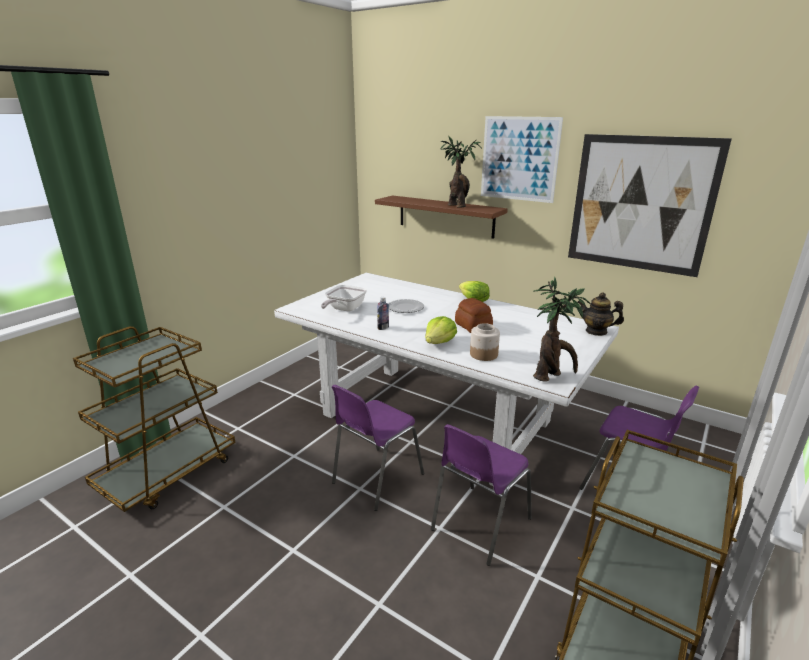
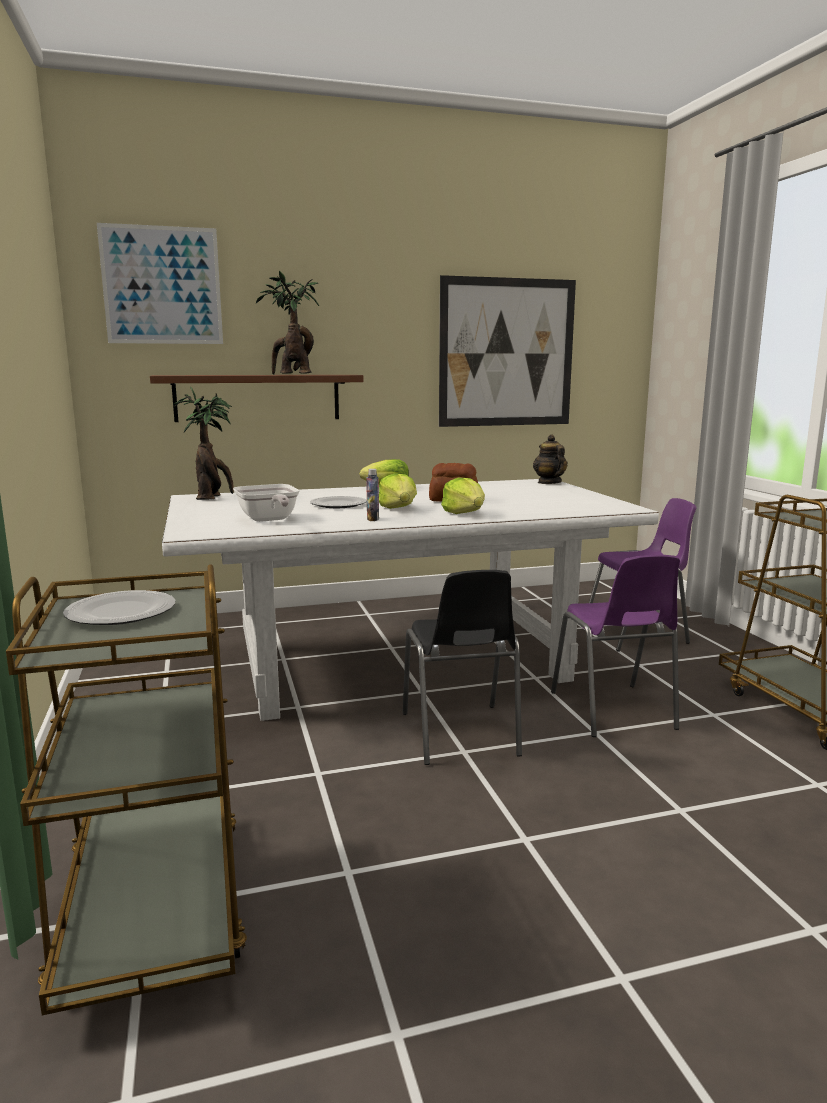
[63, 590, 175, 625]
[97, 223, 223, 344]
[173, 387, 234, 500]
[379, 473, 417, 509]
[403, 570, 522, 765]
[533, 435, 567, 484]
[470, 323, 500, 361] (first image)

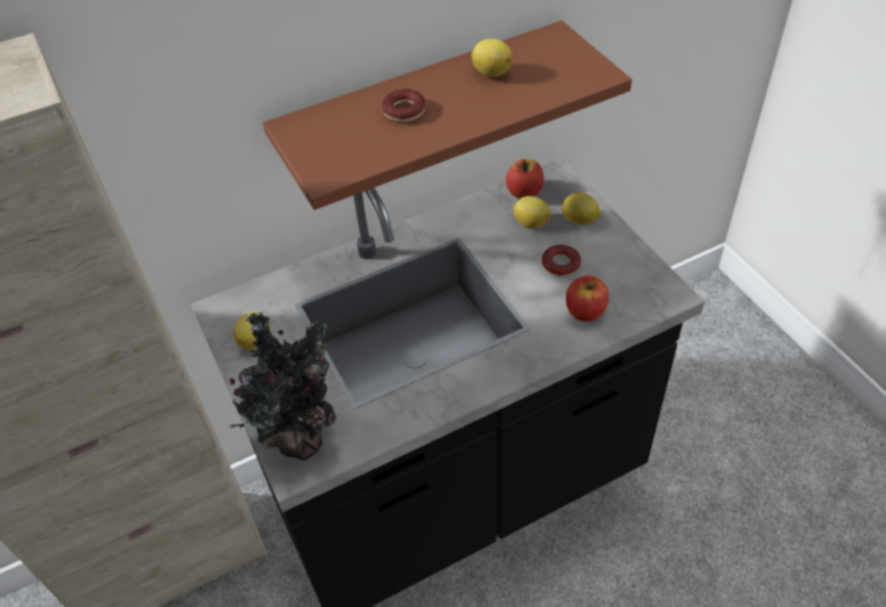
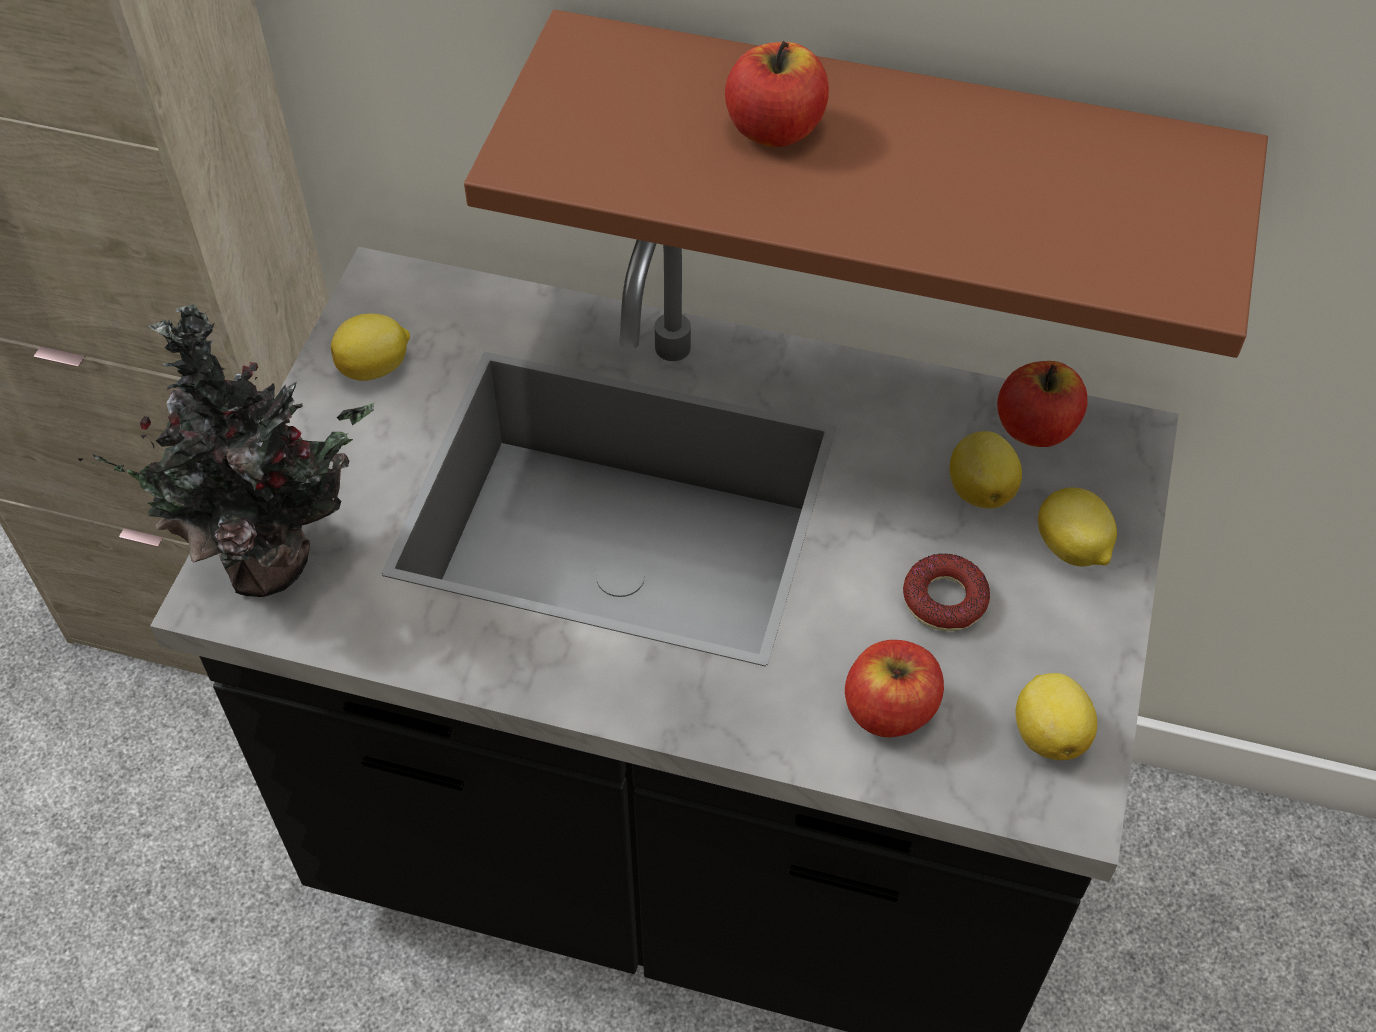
[725, 41, 829, 147]
[1016, 673, 1097, 760]

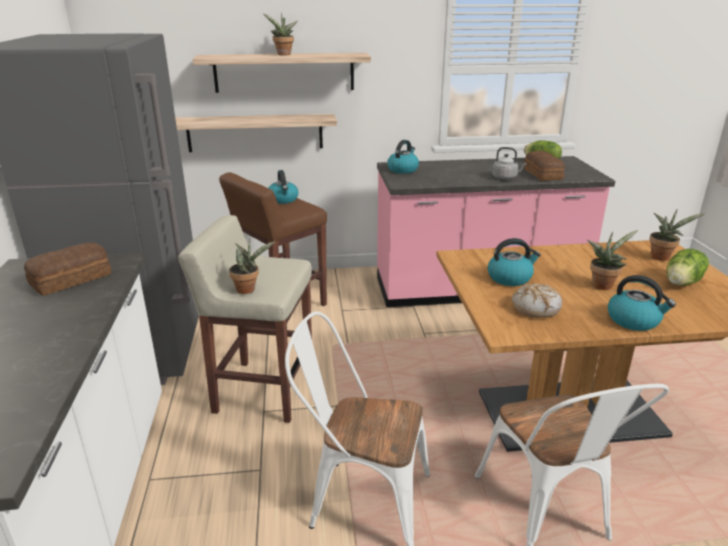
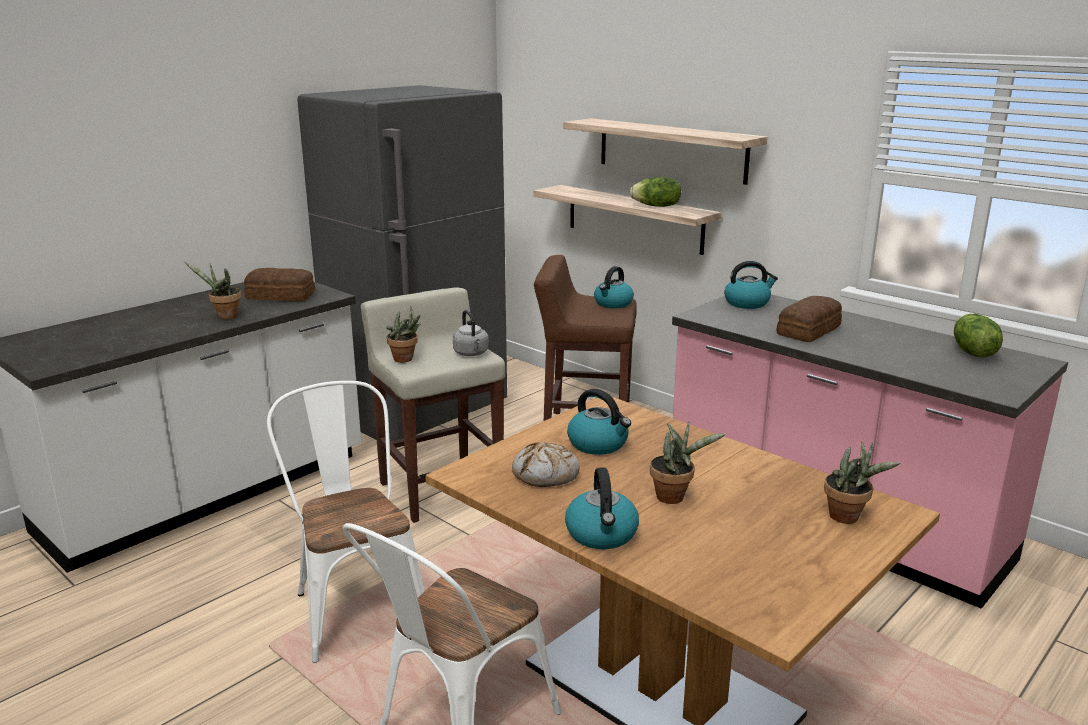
[185, 262, 241, 319]
[453, 310, 489, 356]
[630, 177, 681, 207]
[777, 296, 842, 342]

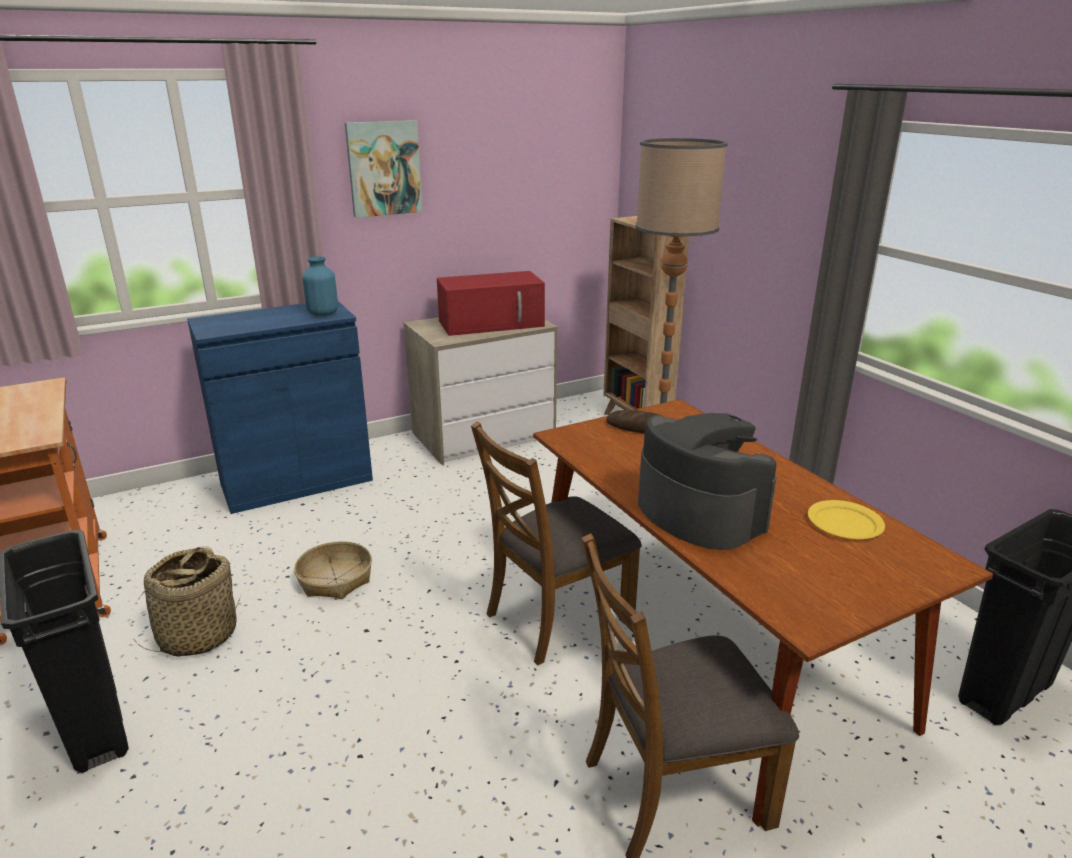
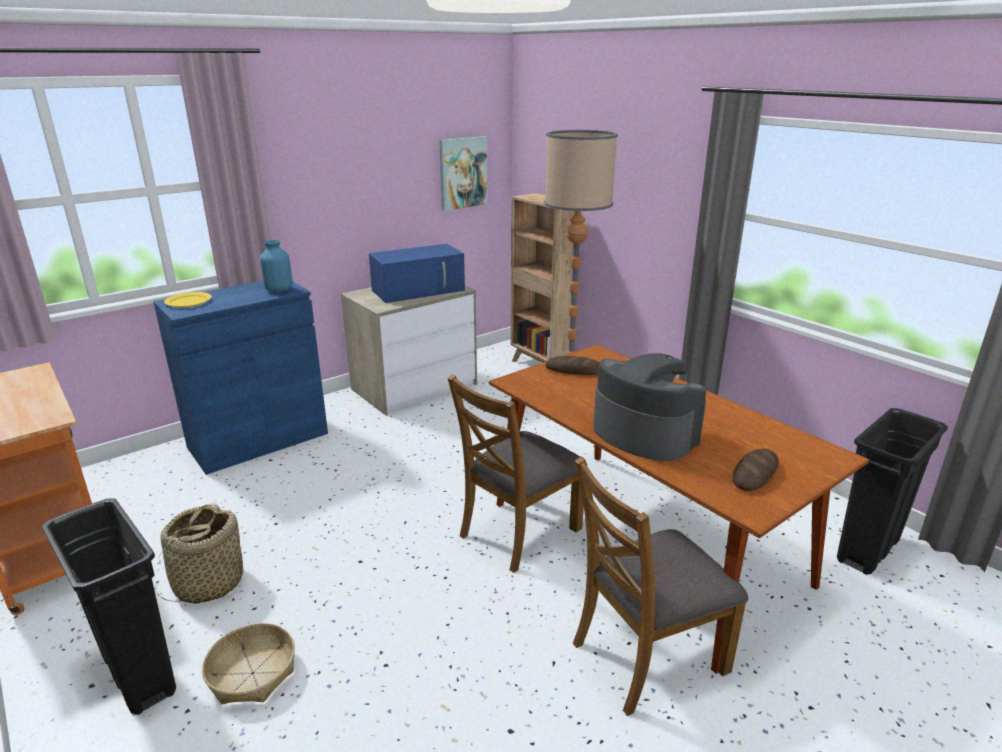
[164, 292, 212, 308]
[202, 623, 295, 704]
[369, 244, 465, 303]
[439, 136, 488, 211]
[733, 449, 779, 491]

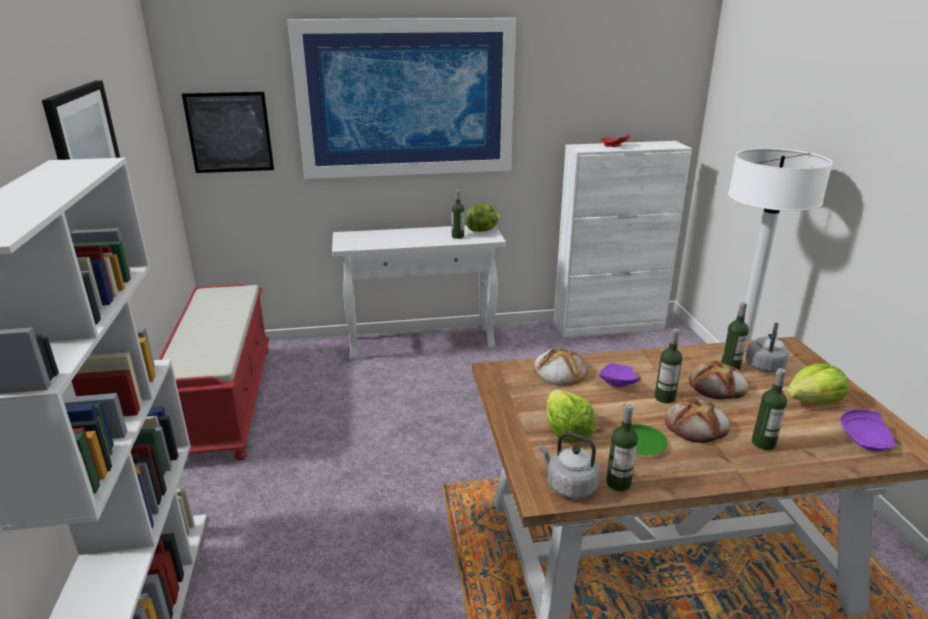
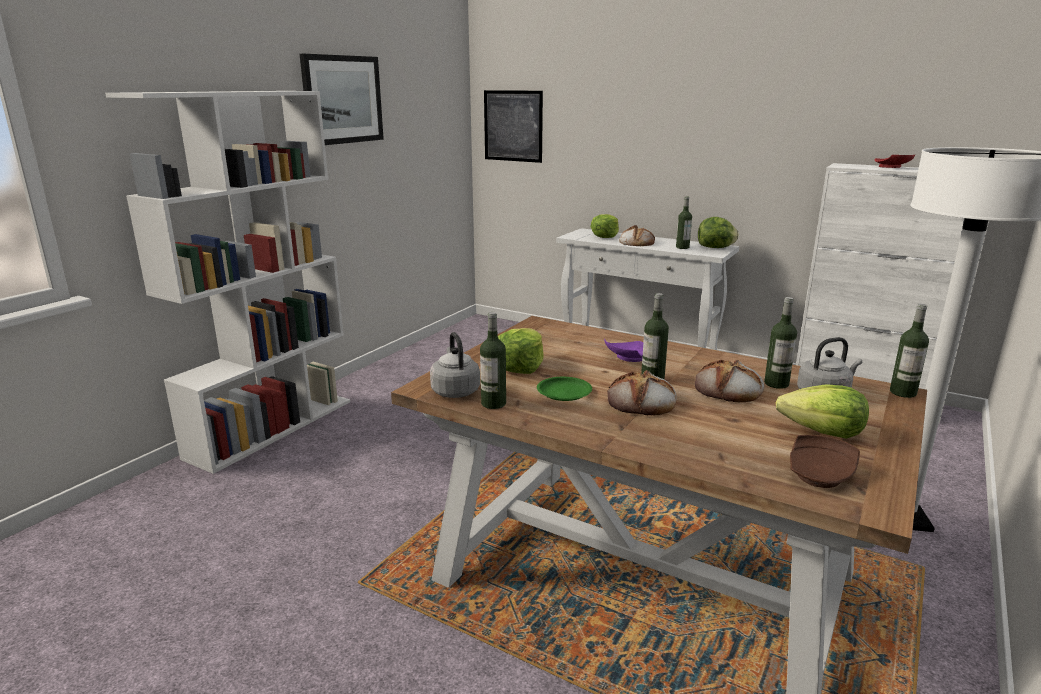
[590, 214, 619, 238]
[619, 225, 655, 246]
[790, 435, 860, 488]
[890, 304, 929, 398]
[159, 285, 269, 460] (first image)
[287, 18, 516, 179] (first image)

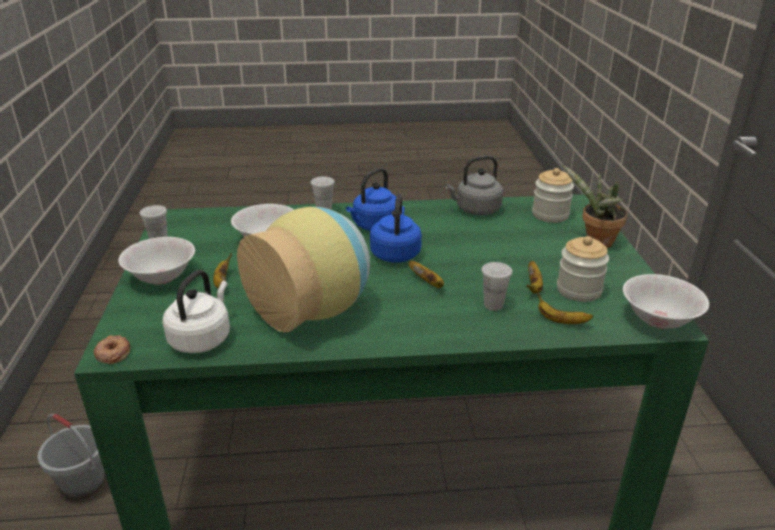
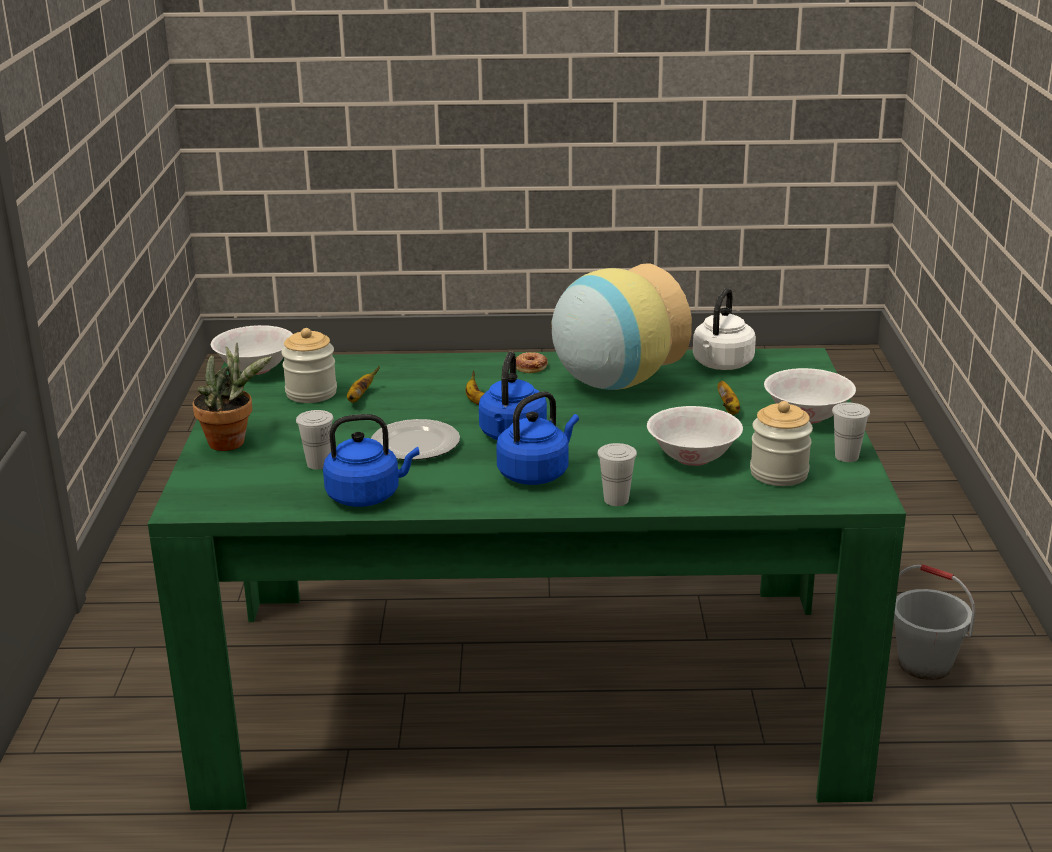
[296, 410, 334, 470]
[323, 414, 419, 507]
[371, 419, 460, 460]
[516, 352, 548, 373]
[750, 401, 813, 486]
[537, 292, 593, 324] (first image)

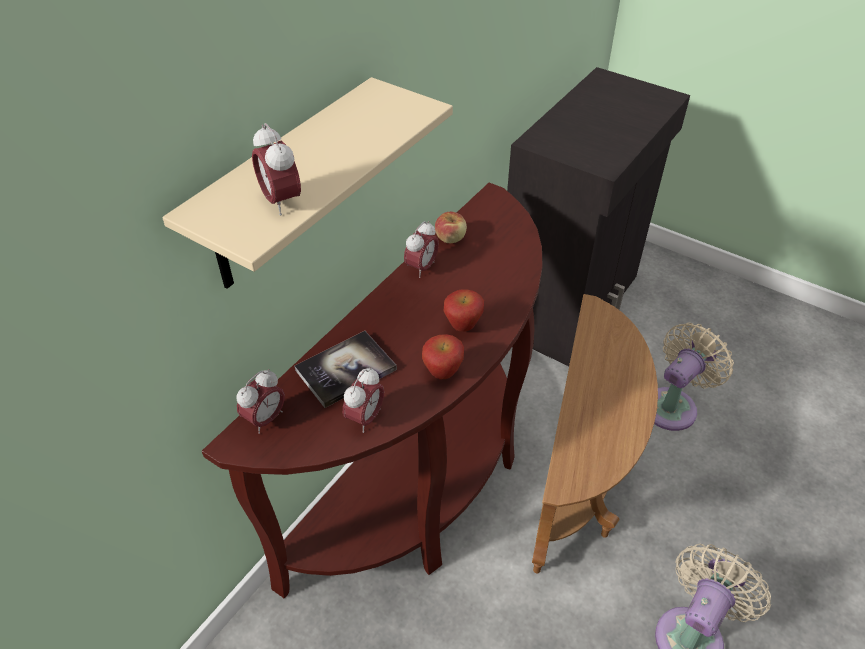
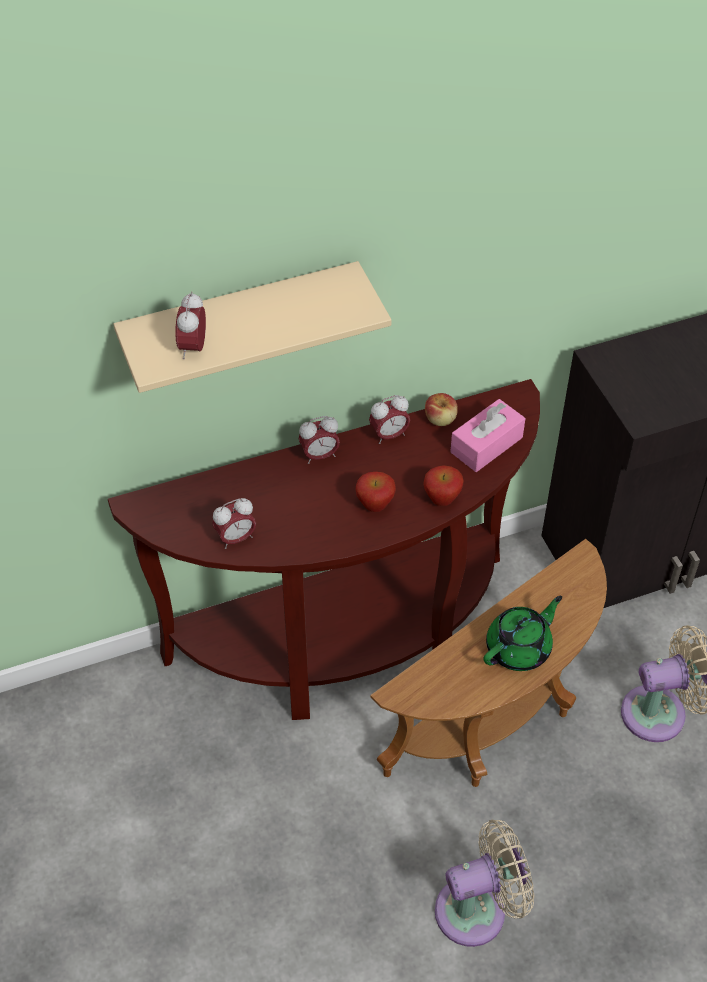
[299, 416, 340, 464]
[423, 465, 464, 506]
[450, 399, 525, 472]
[484, 596, 562, 671]
[295, 331, 397, 408] (first image)

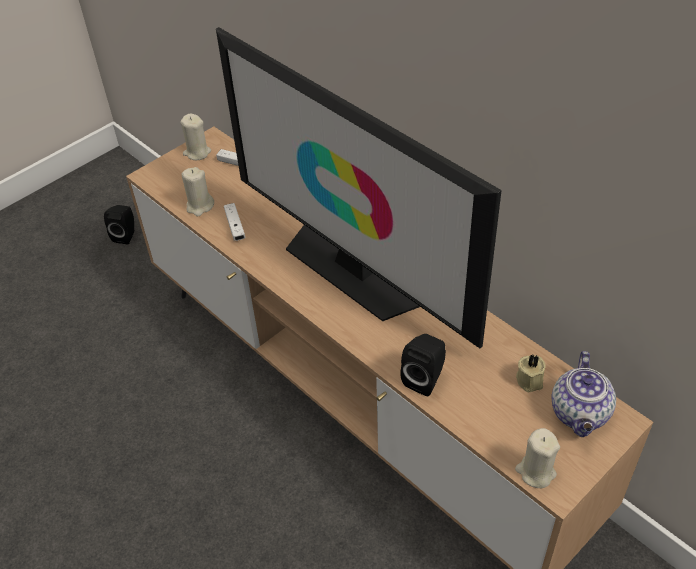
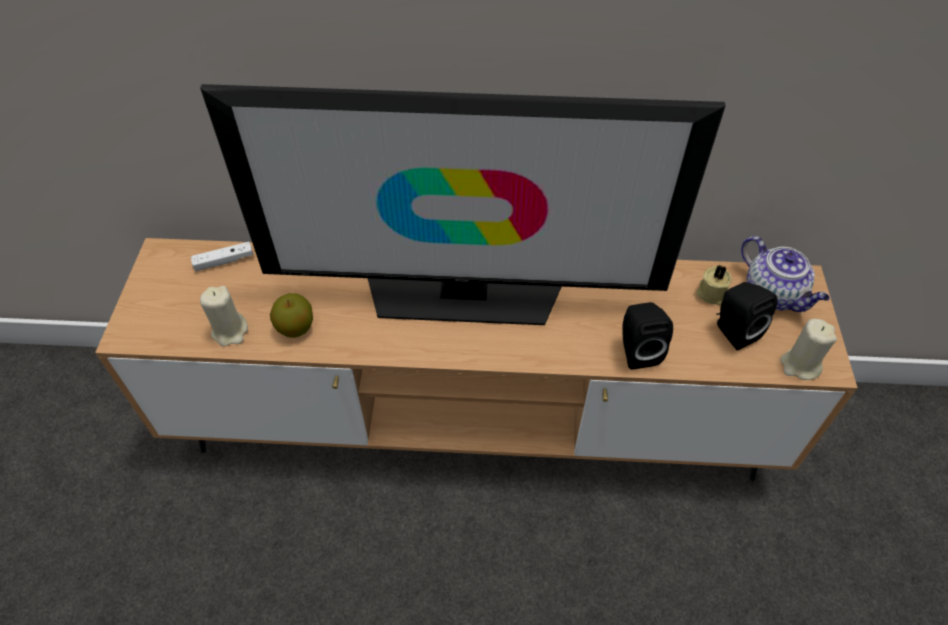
[270, 293, 313, 338]
[716, 282, 778, 351]
[181, 114, 211, 160] (first image)

